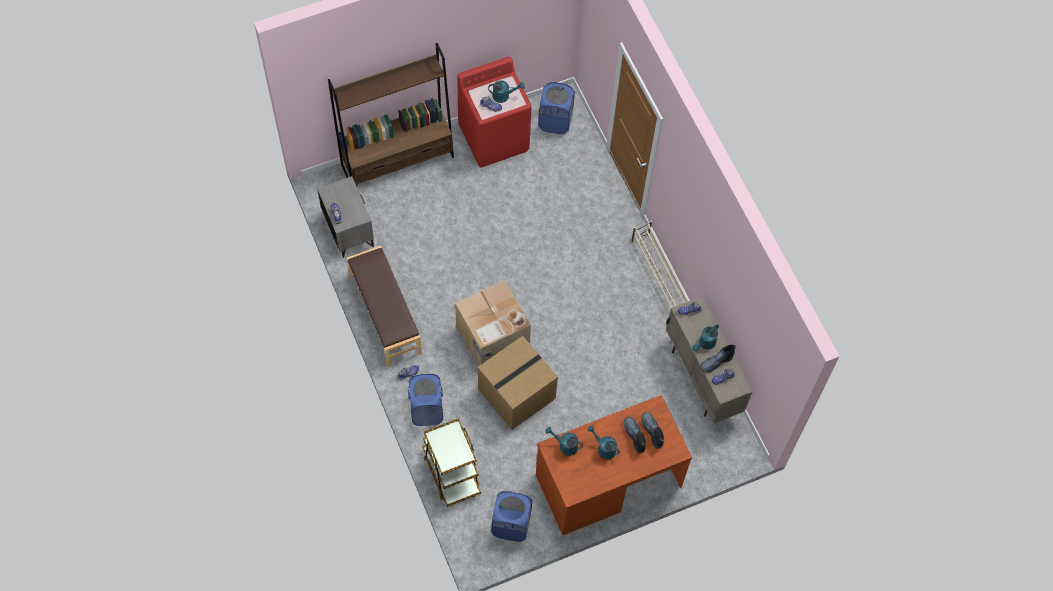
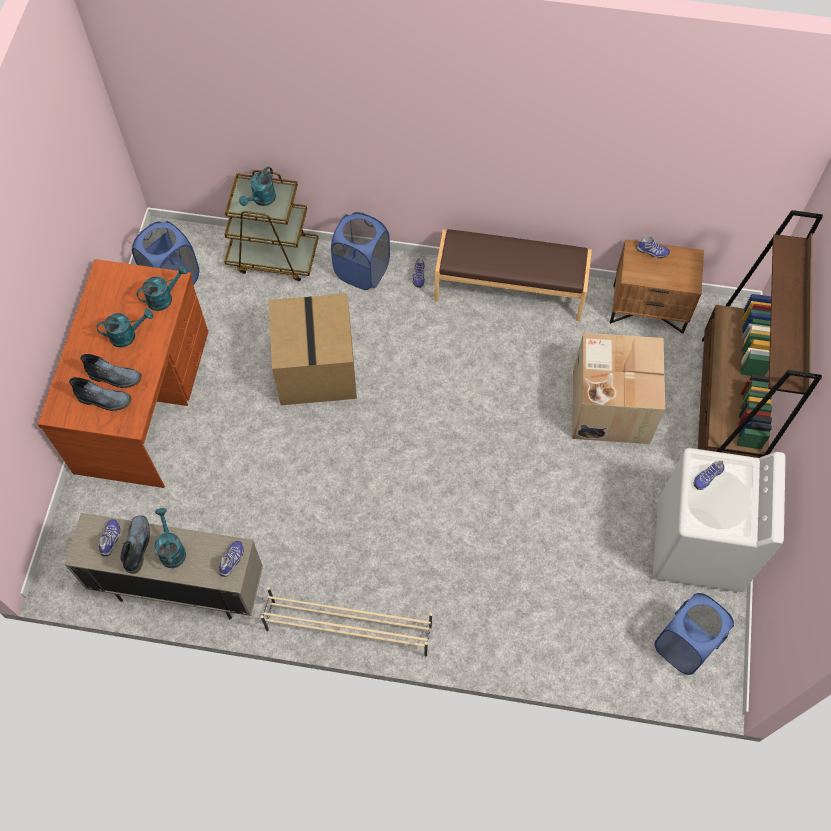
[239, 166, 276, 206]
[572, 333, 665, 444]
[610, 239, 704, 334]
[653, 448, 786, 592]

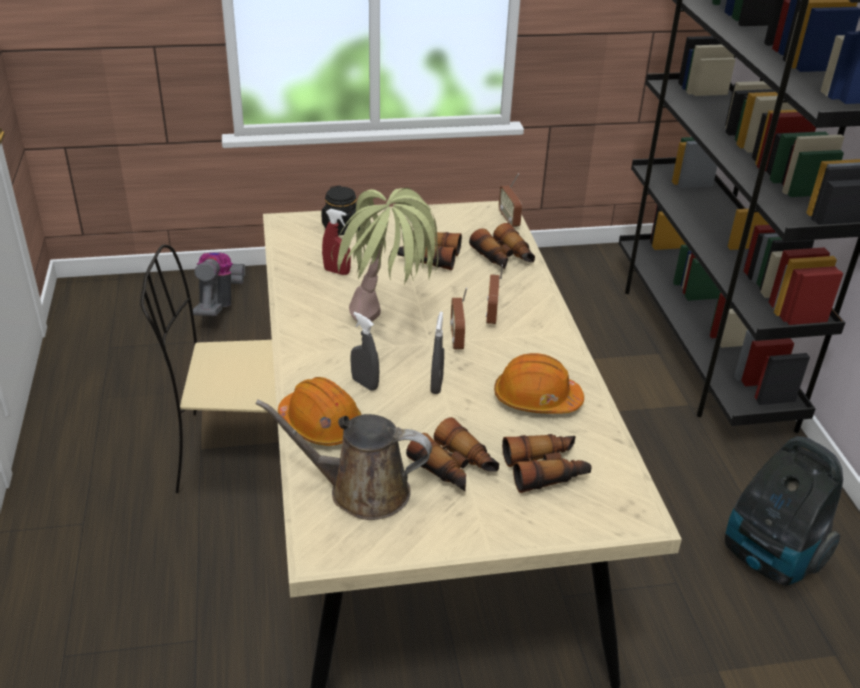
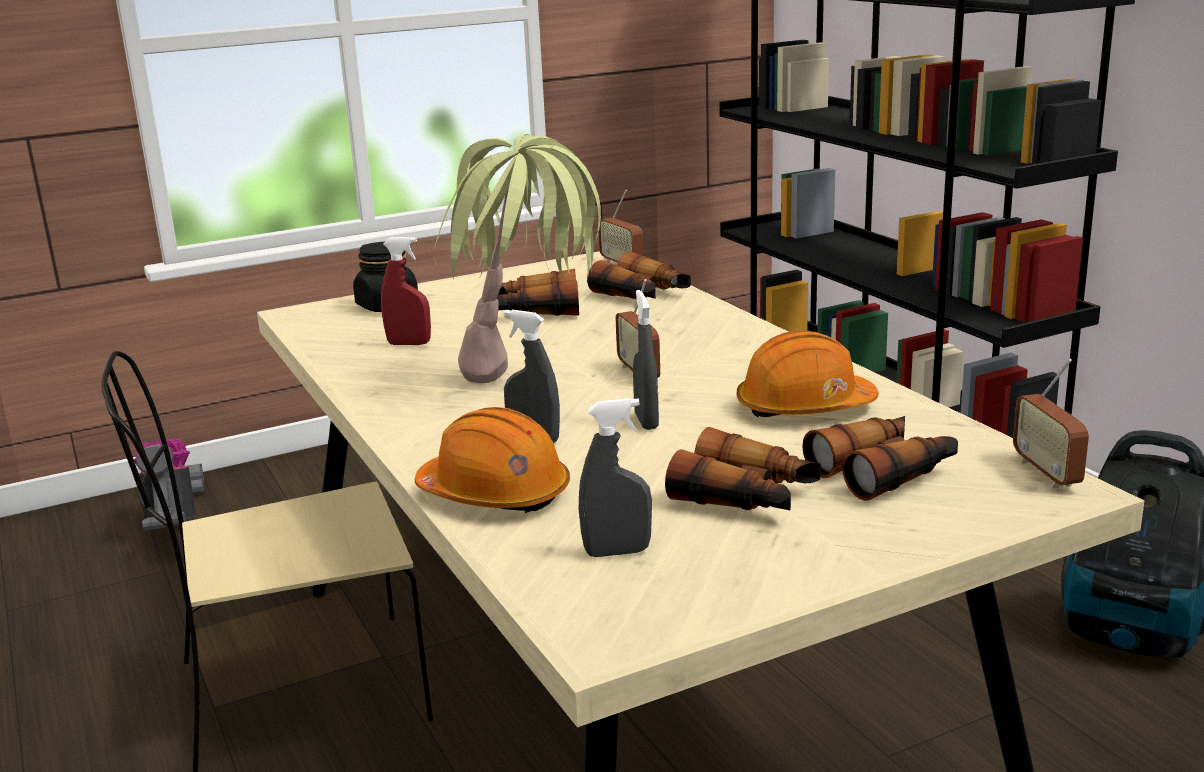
[579, 398, 652, 557]
[1013, 359, 1089, 488]

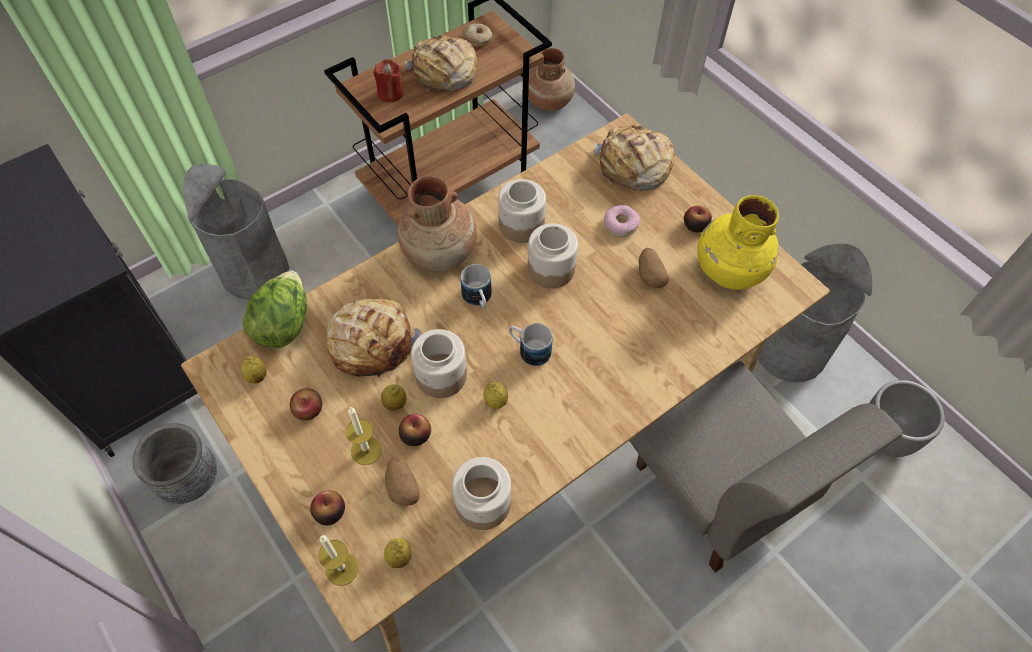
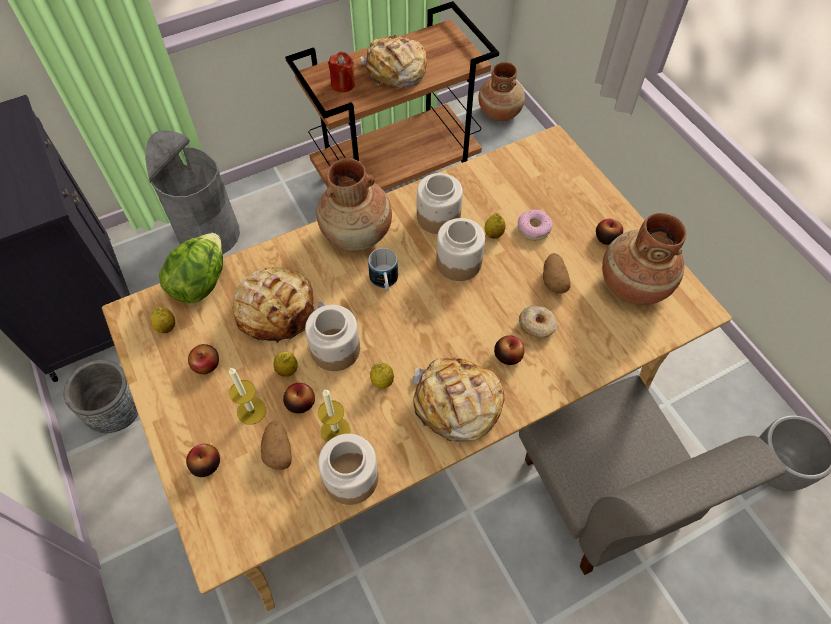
[318, 390, 350, 442]
[412, 358, 505, 442]
[485, 213, 506, 239]
[494, 335, 525, 365]
[519, 305, 557, 339]
[602, 213, 686, 305]
[509, 323, 552, 366] (first image)
[758, 244, 872, 382] (first image)

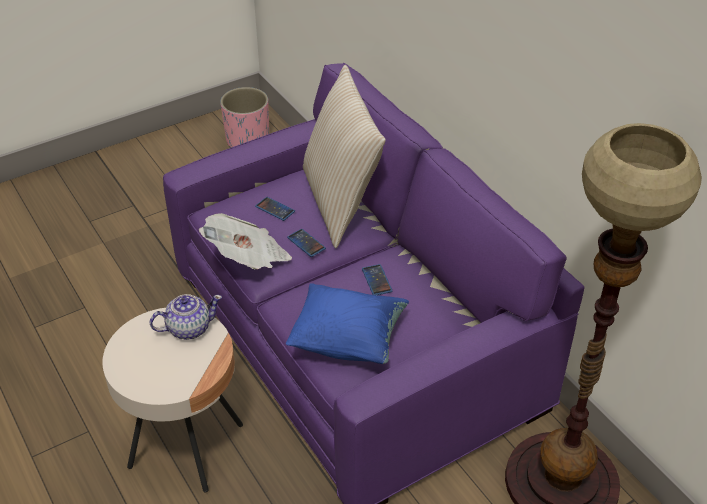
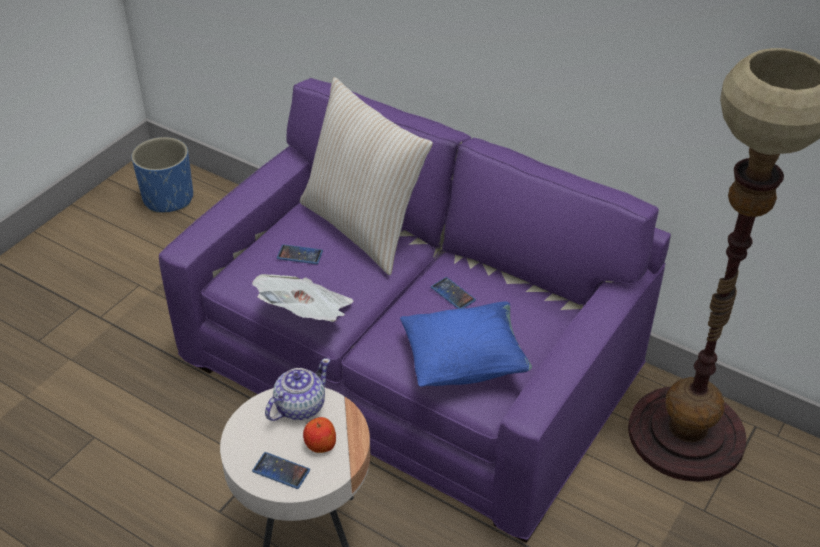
[132, 137, 193, 213]
[252, 452, 310, 489]
[303, 417, 336, 453]

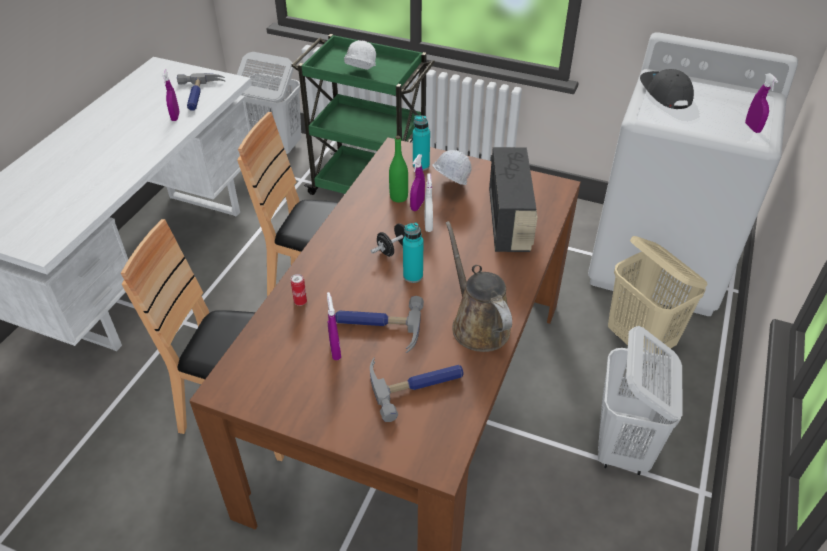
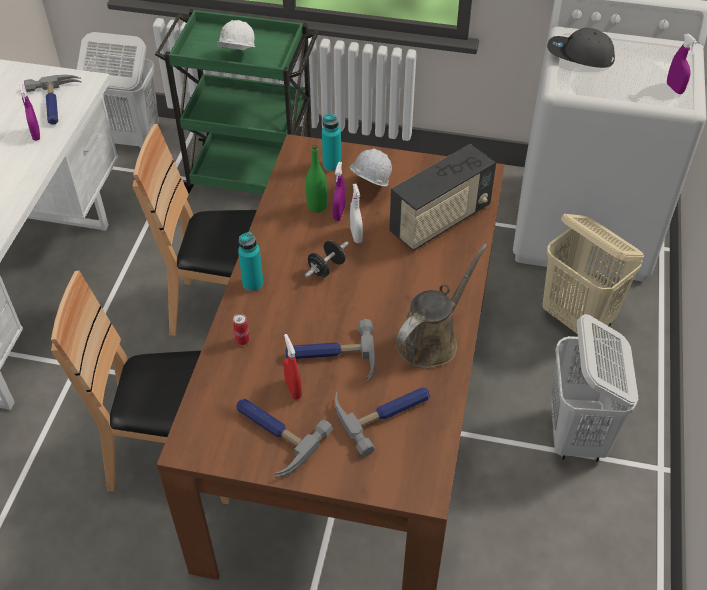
[236, 399, 333, 478]
[238, 232, 263, 292]
[283, 334, 302, 400]
[389, 144, 496, 251]
[396, 244, 488, 369]
[547, 28, 615, 68]

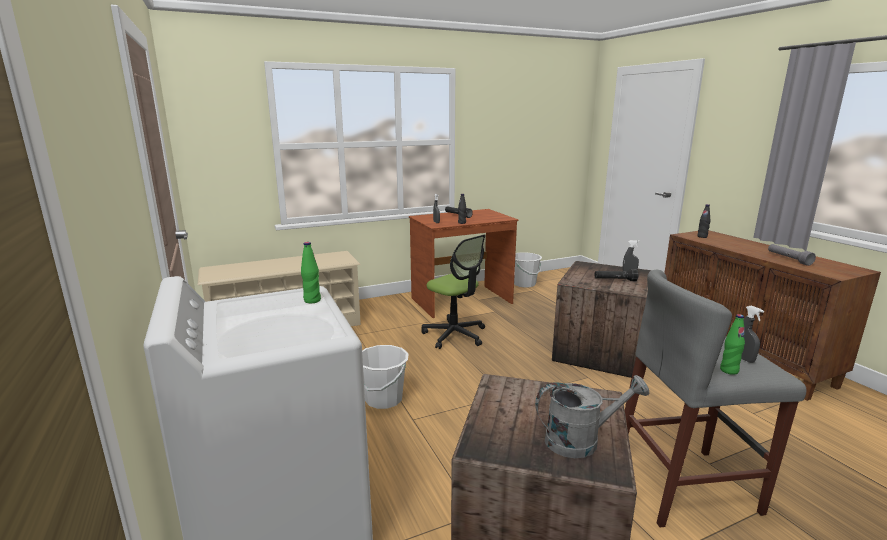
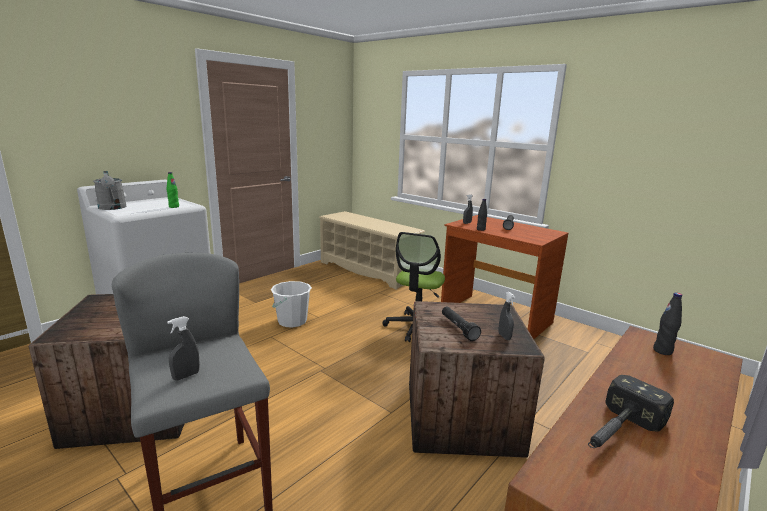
[93, 171, 127, 210]
[588, 375, 674, 448]
[514, 252, 542, 288] (first image)
[720, 314, 745, 375] (first image)

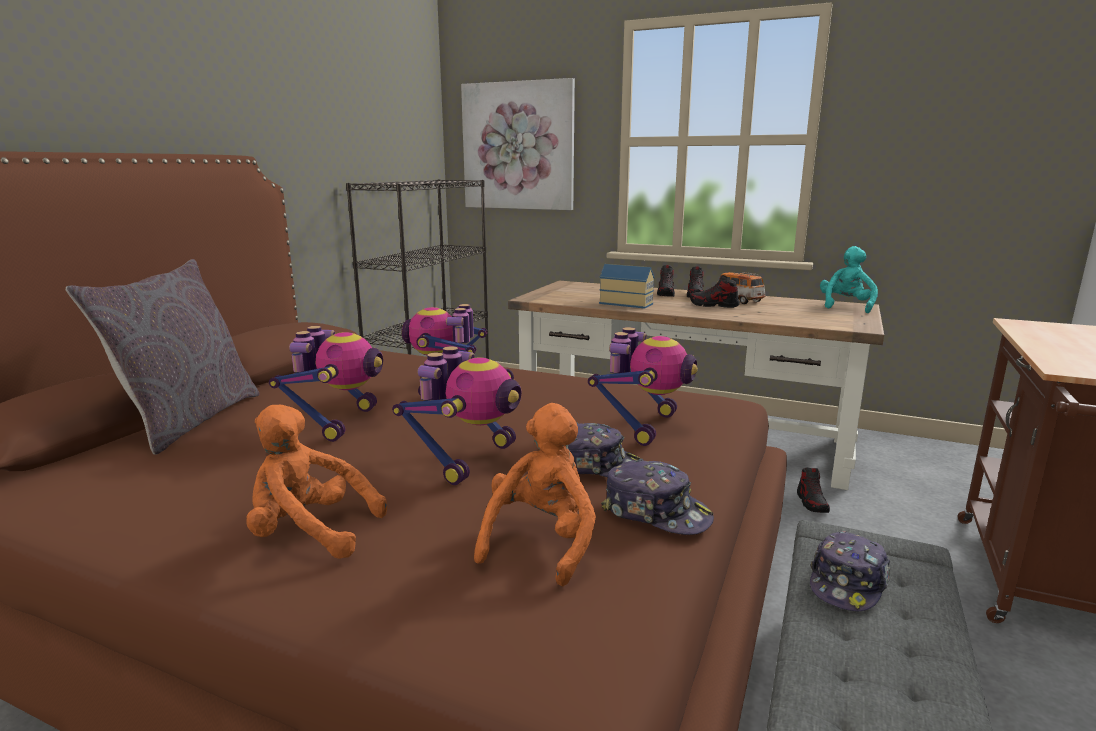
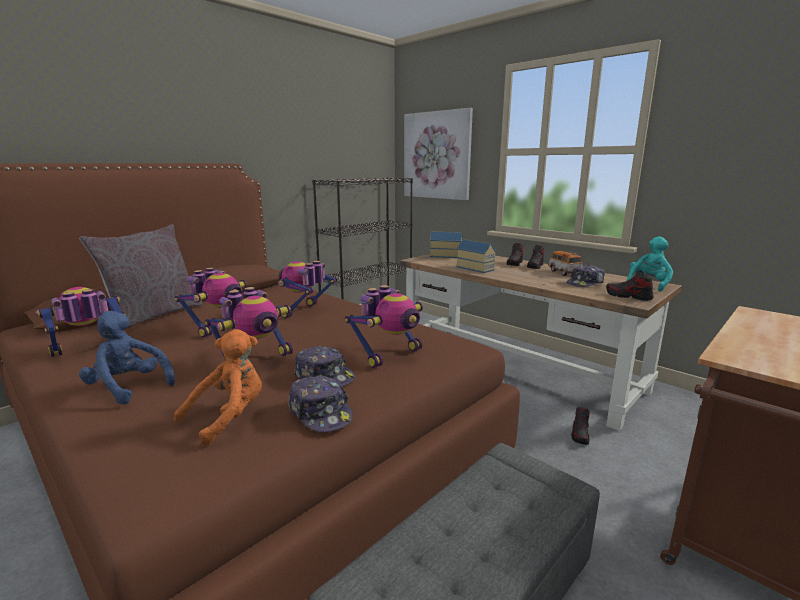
[36, 287, 126, 357]
[79, 311, 175, 405]
[430, 231, 462, 258]
[567, 265, 605, 287]
[606, 270, 654, 301]

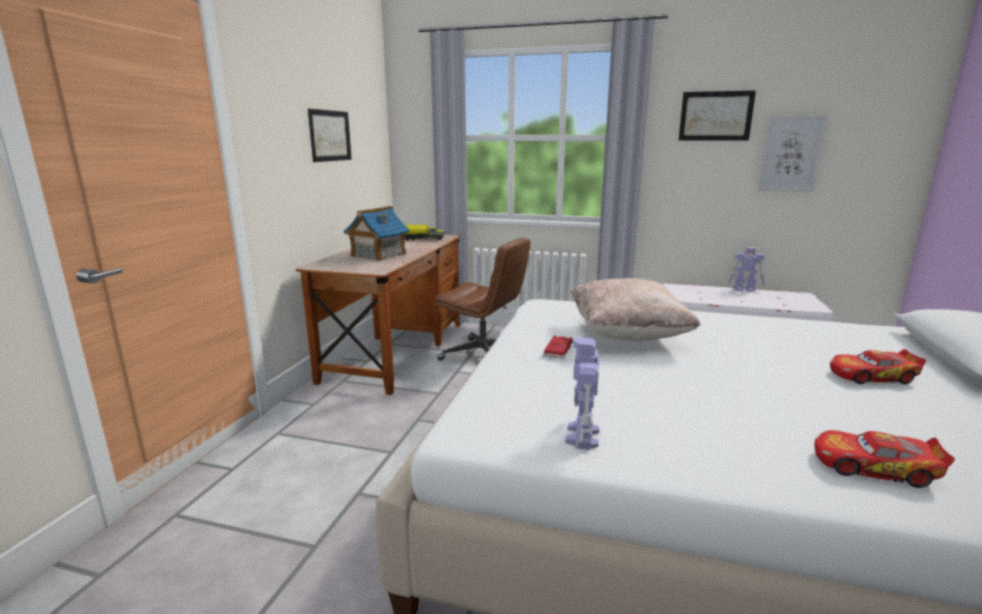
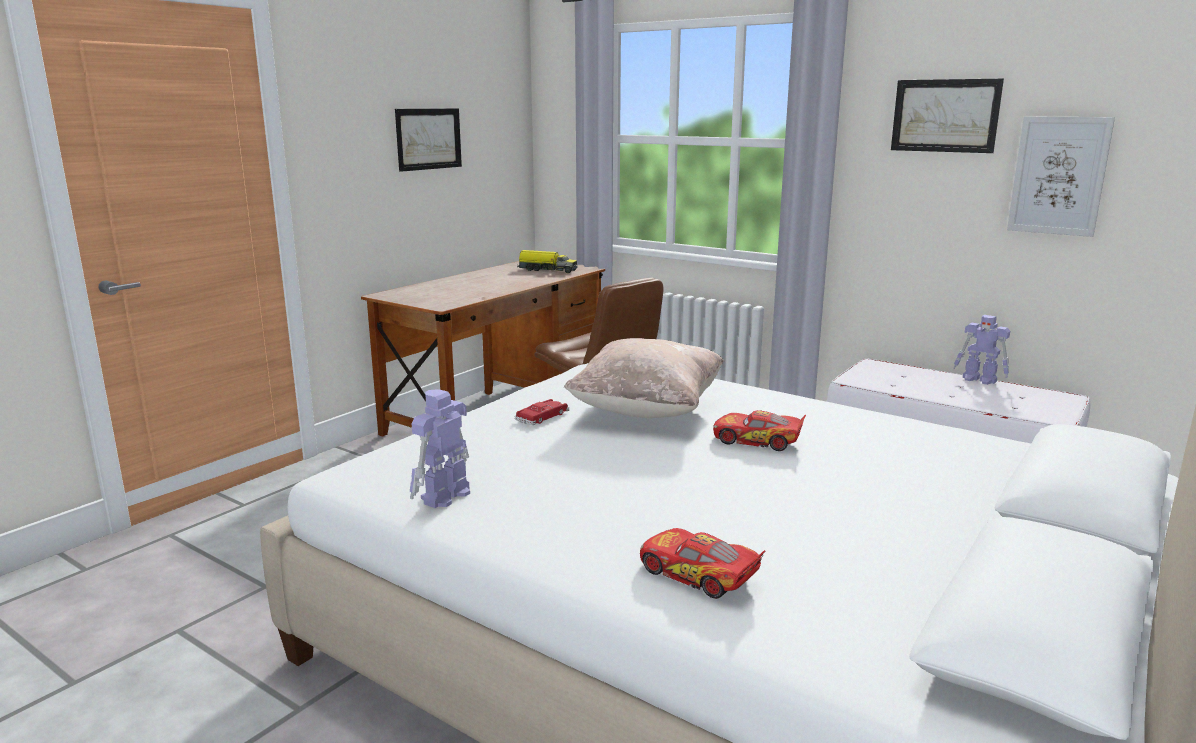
[713, 410, 806, 451]
[344, 206, 410, 261] (first image)

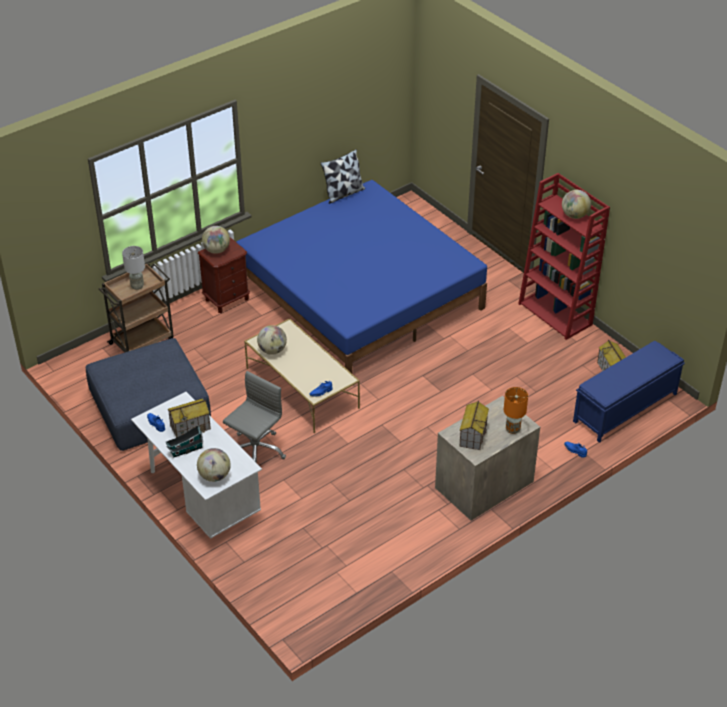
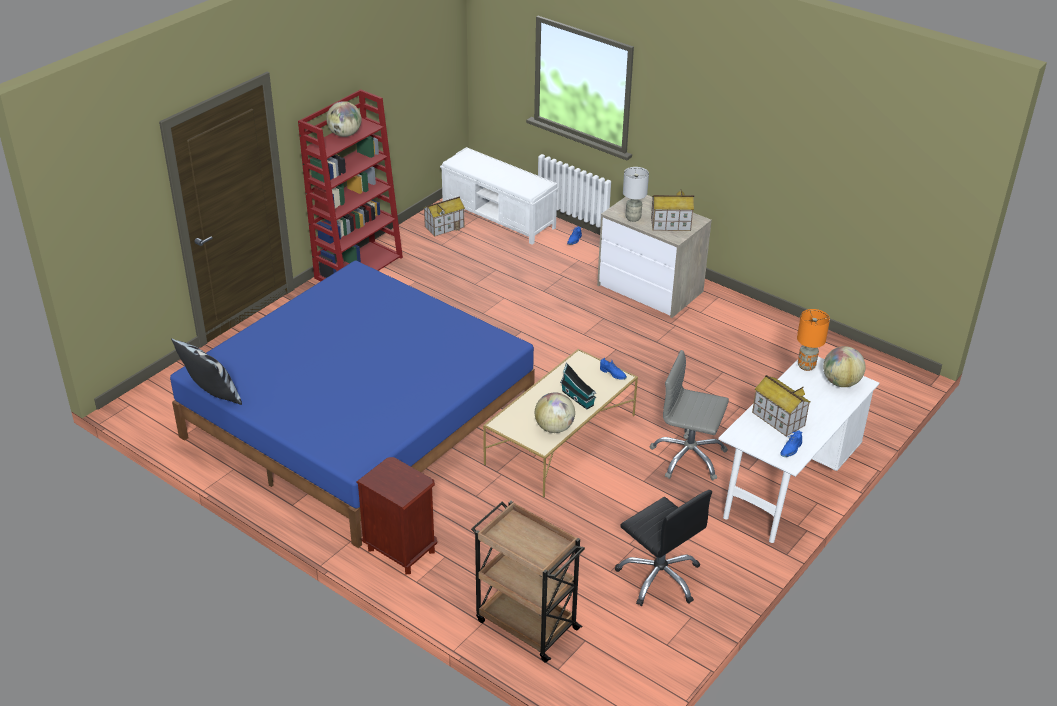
[440, 147, 559, 245]
[560, 363, 597, 410]
[615, 490, 712, 606]
[623, 167, 649, 222]
[797, 309, 830, 371]
[202, 226, 230, 254] (first image)

